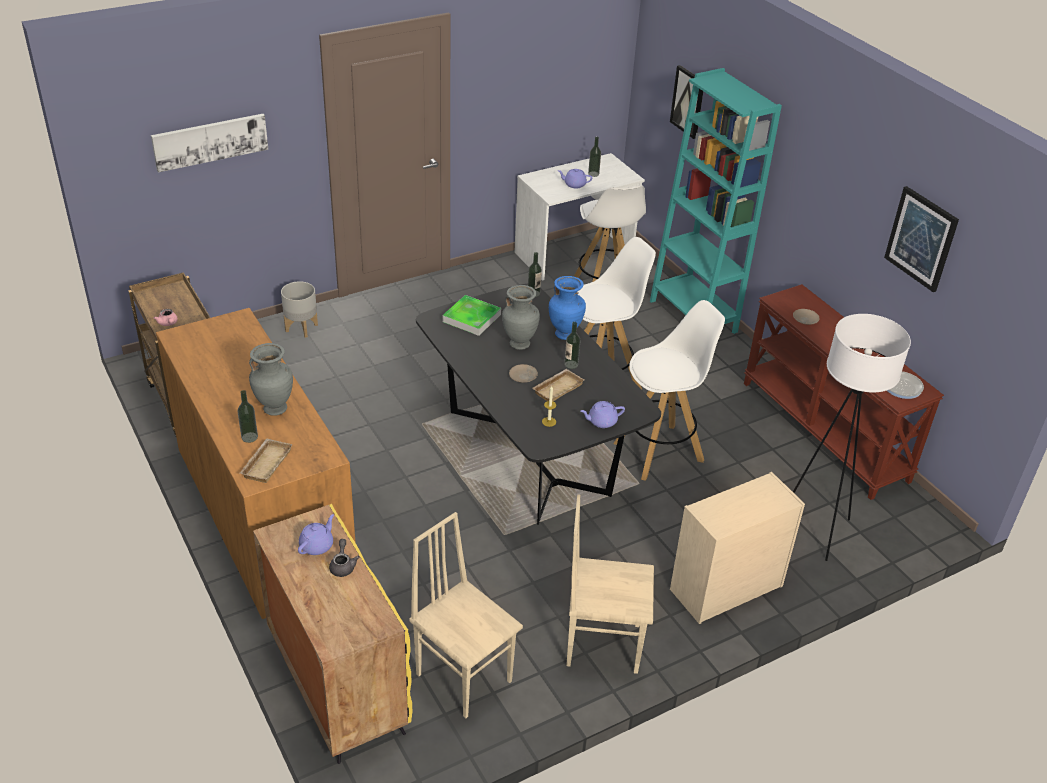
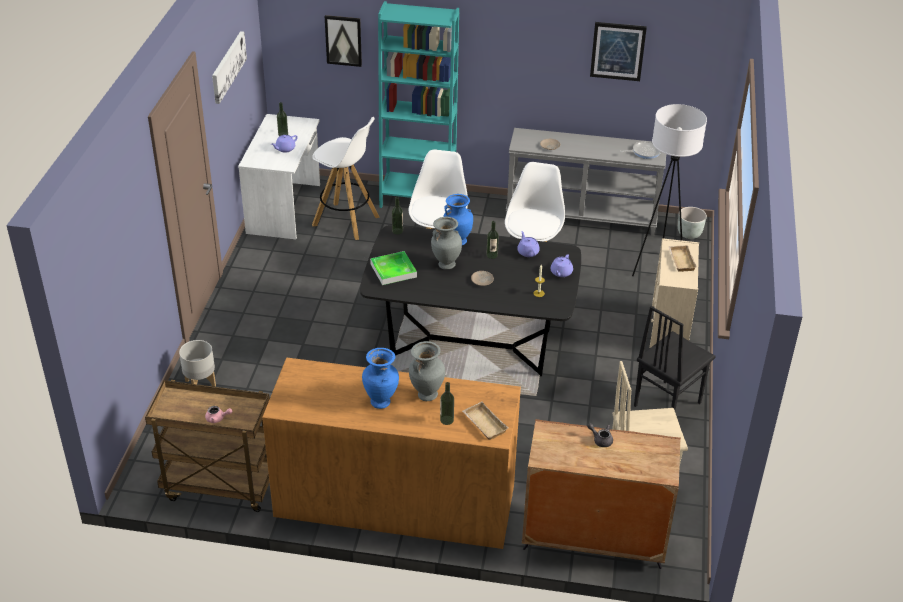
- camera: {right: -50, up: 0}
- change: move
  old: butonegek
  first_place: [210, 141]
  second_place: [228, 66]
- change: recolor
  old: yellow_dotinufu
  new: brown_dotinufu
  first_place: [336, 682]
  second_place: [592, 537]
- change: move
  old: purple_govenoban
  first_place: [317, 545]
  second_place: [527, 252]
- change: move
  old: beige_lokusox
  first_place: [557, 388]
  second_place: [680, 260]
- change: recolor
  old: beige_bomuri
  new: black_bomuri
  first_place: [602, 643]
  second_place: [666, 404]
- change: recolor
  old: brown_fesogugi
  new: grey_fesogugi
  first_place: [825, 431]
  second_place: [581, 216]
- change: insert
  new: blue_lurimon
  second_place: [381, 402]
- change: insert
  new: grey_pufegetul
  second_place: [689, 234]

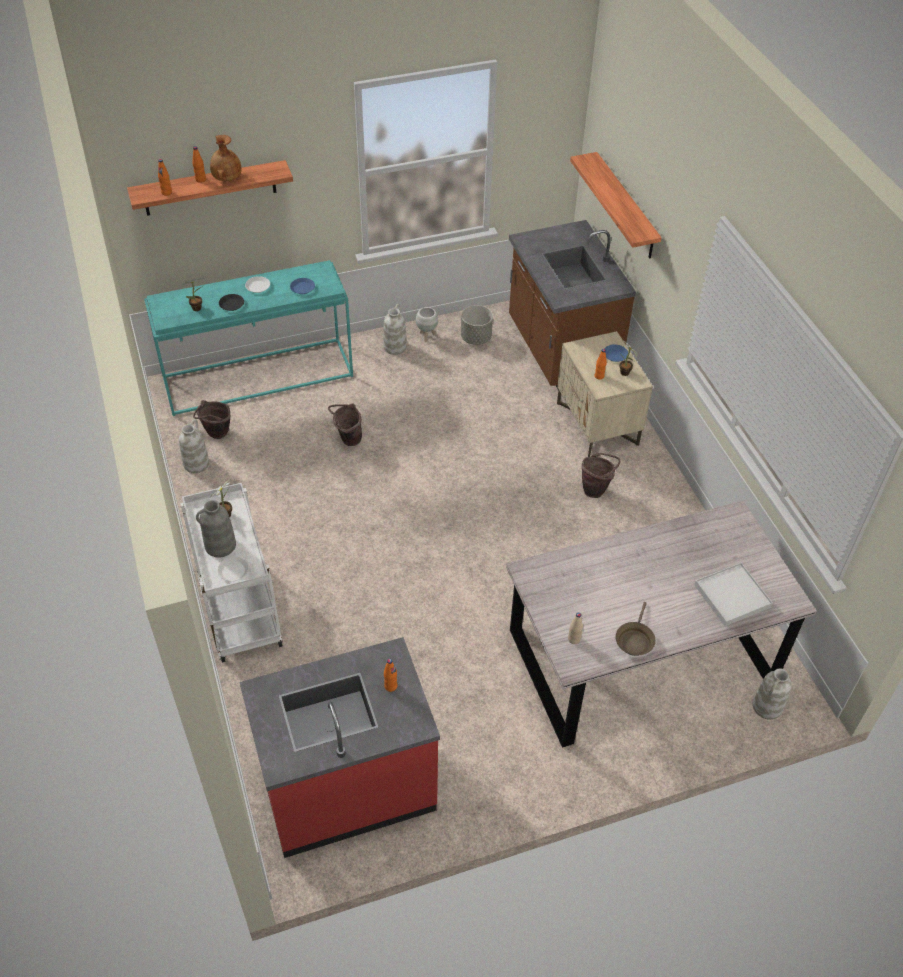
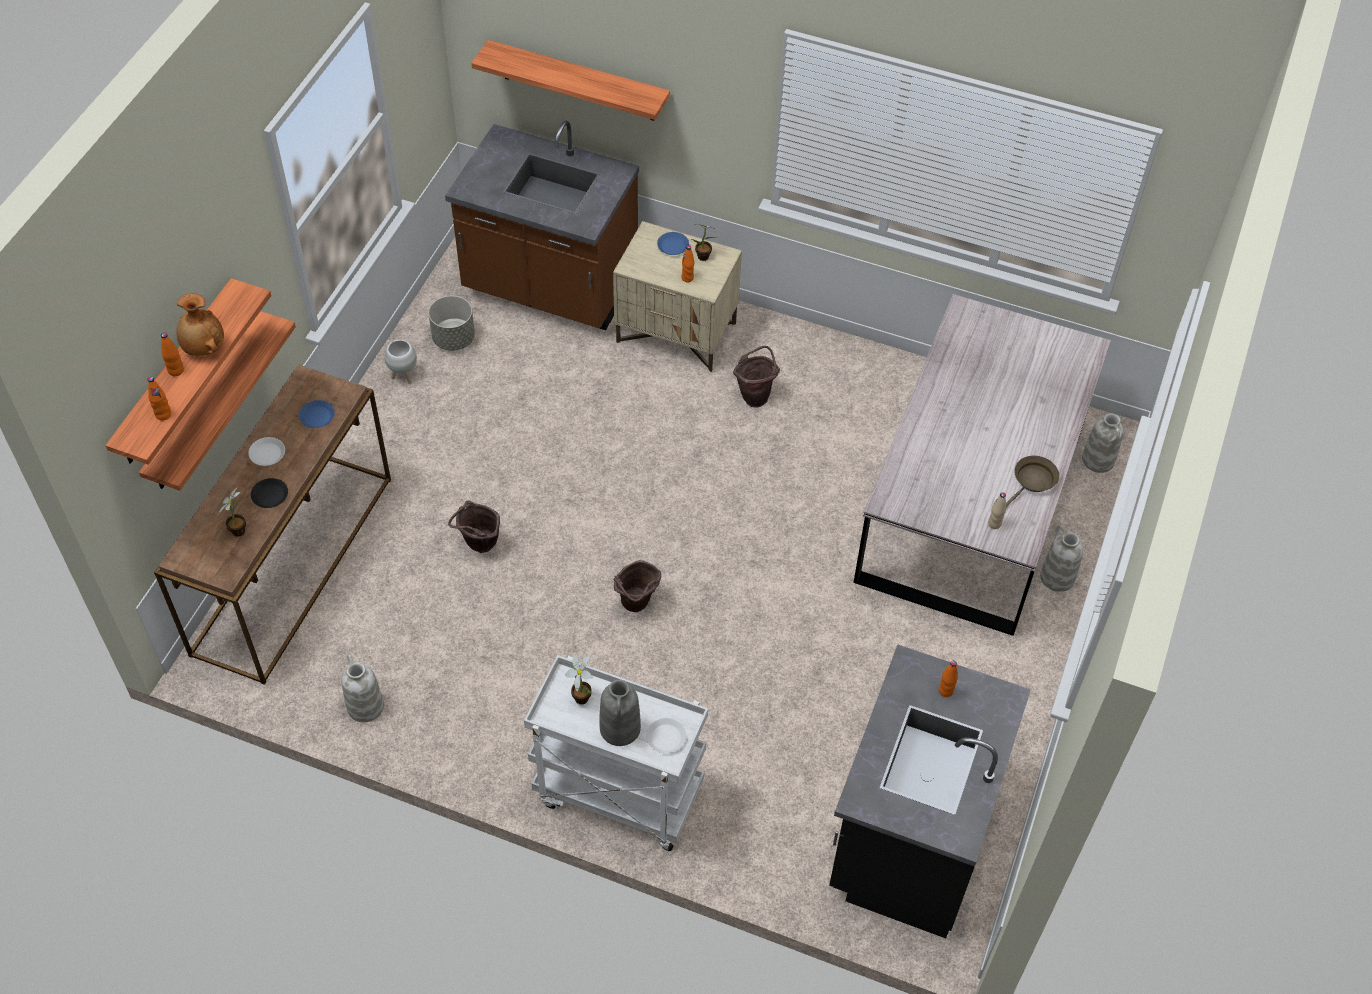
- camera: {right: -50, up: 5}
- change: recolor
  old: turquoise_fesogugi
  new: brown_fesogugi
  first_place: [259, 376]
  second_place: [293, 563]
- change: move
  old: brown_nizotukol
  first_place: [216, 435]
  second_place: [637, 606]
- change: recolor
  old: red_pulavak
  new: black_pulavak
  first_place: [347, 785]
  second_place: [911, 834]
- change: move
  old: white_lurimon
  first_place: [395, 347]
  second_place: [1056, 577]
- change: rotate
  old: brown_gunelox
  first_place: [634, 639]
  second_place: [1032, 481]
  degrees: -105
- change: delete
  old: white_lokusox
  first_place: [732, 596]
- change: insert
  new: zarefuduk
  second_place: [204, 403]

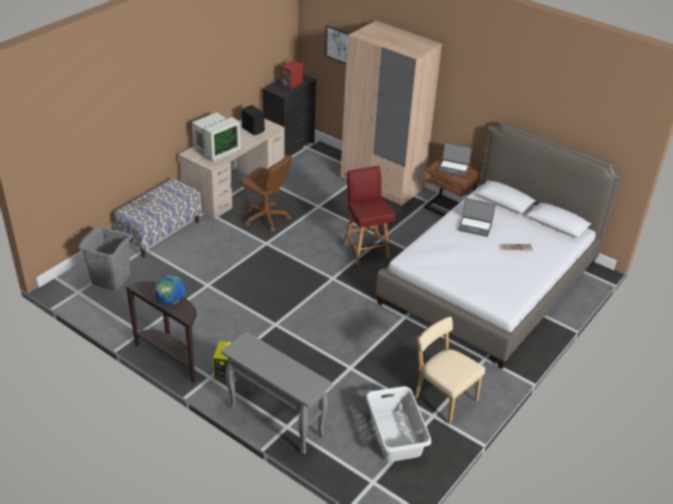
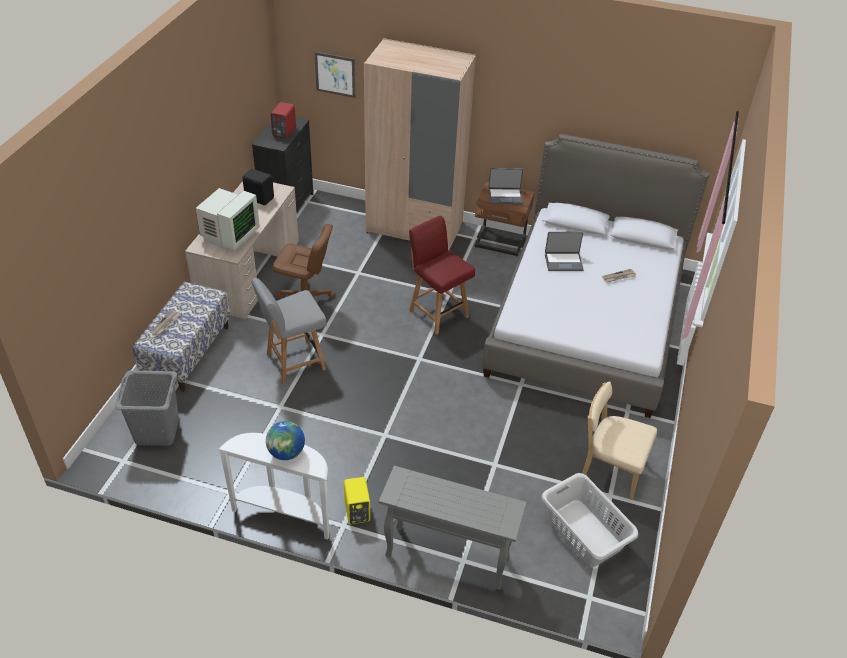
- camera: {right: -20, up: 5}
- change: recolor
  old: brown_fesogugi
  new: white_fesogugi
  first_place: [171, 357]
  second_place: [285, 514]
- change: insert
  new: grey_bomuri
  second_place: [294, 362]

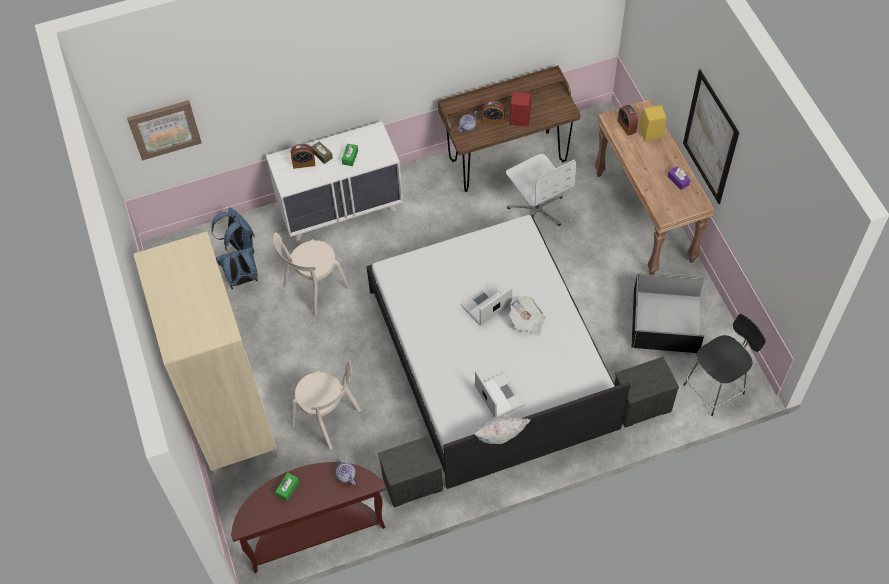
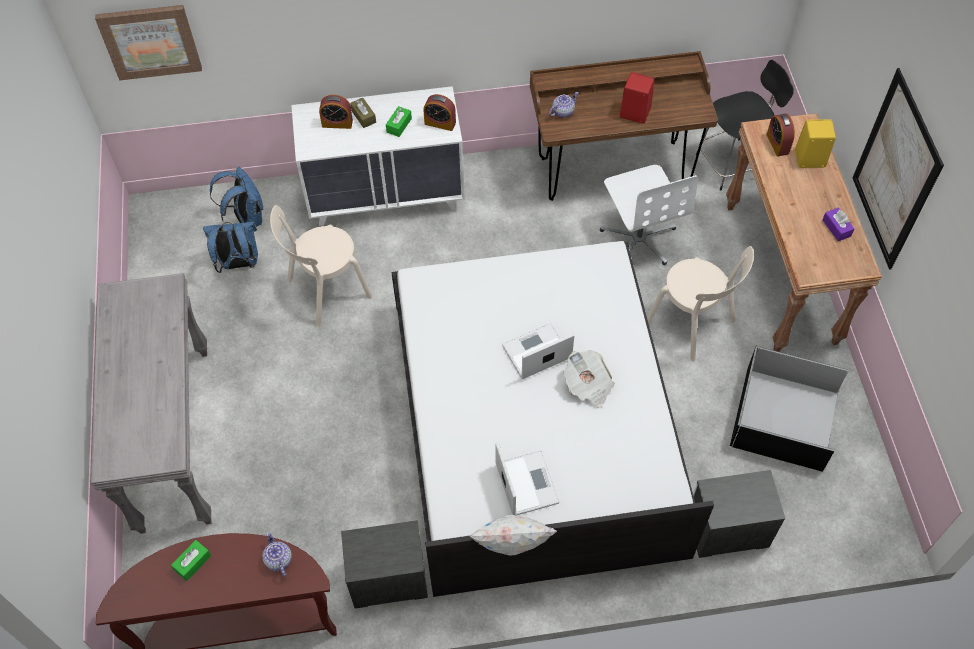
- camera: {right: 10, up: 0}
- change: replace
  old: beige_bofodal
  new: grey_fesogugi
  first_place: [230, 416]
  second_place: [173, 438]
- change: move
  old: beige_bomuri
  first_place: [329, 419]
  second_place: [693, 325]
- change: move
  old: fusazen
  first_place: [493, 120]
  second_place: [440, 123]
- change: move
  old: black_bomuri
  first_place: [715, 388]
  second_place: [732, 163]

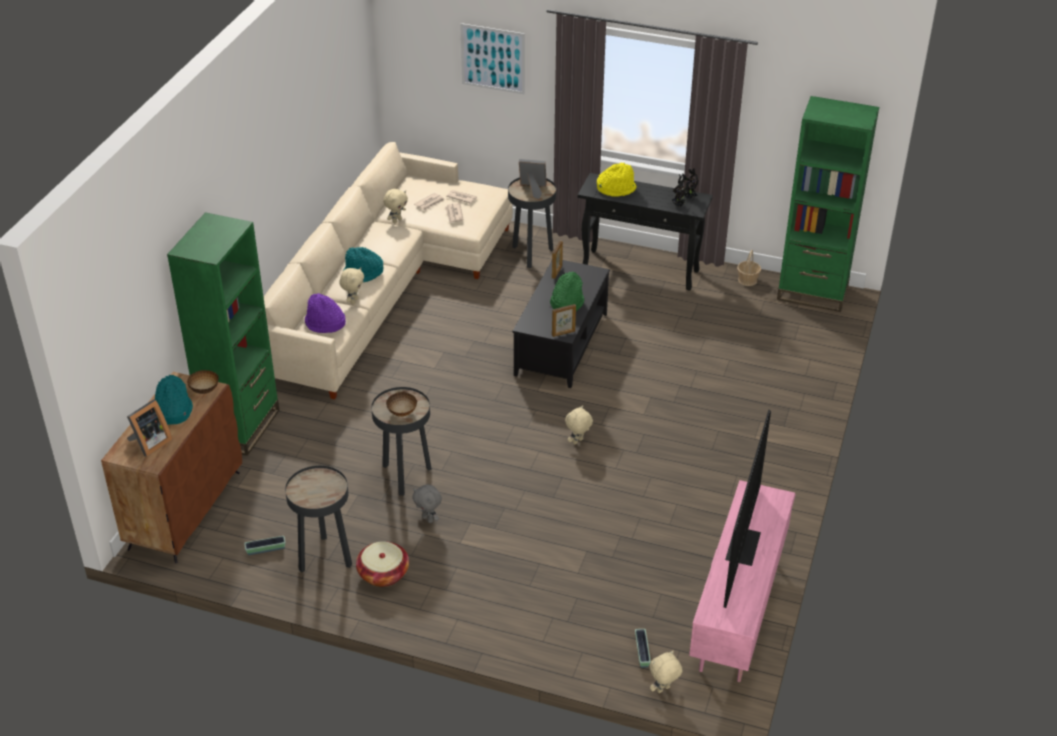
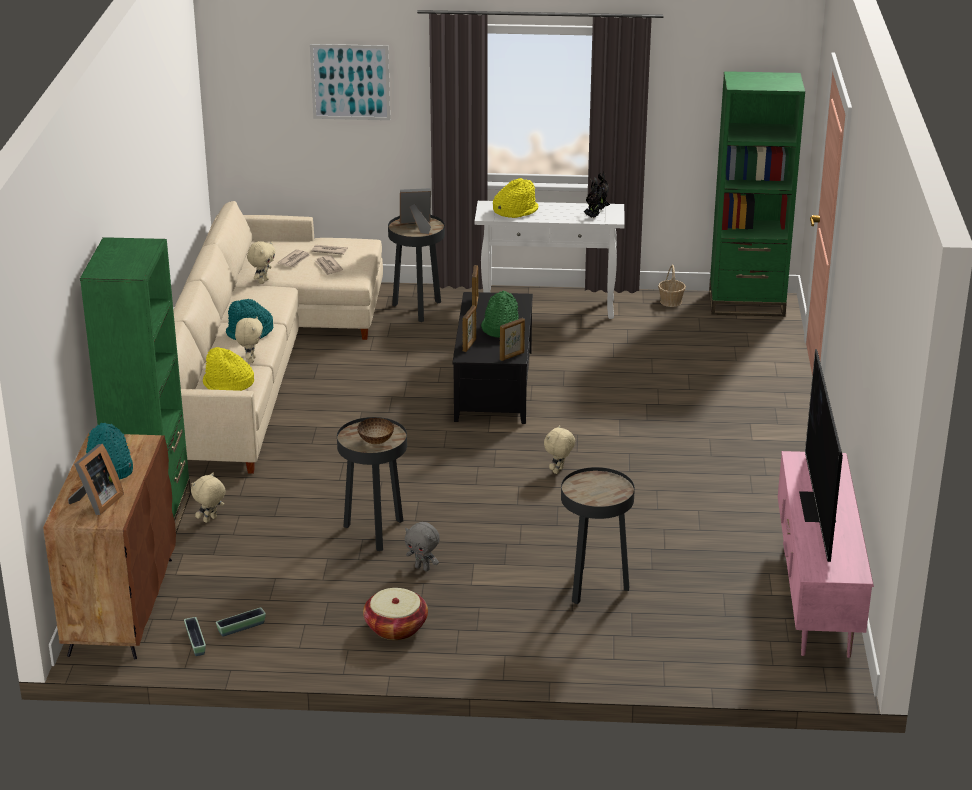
- camera: {right: -15, up: -10}
- change: delete
  old: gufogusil
  first_place: [205, 390]
- change: move
  old: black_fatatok
  first_place: [324, 558]
  second_place: [594, 588]
- change: recolor
  old: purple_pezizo
  new: yellow_pezizo
  first_place: [325, 324]
  second_place: [228, 384]
- change: recolor
  old: black_fesogugi
  new: white_fesogugi
  first_place: [641, 270]
  second_place: [549, 307]
- change: move
  old: pufegetul
  first_place: [642, 652]
  second_place: [195, 642]
- change: move
  old: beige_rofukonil
  first_place: [663, 690]
  second_place: [210, 520]
- change: insert
  new: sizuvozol
  second_place: [469, 345]

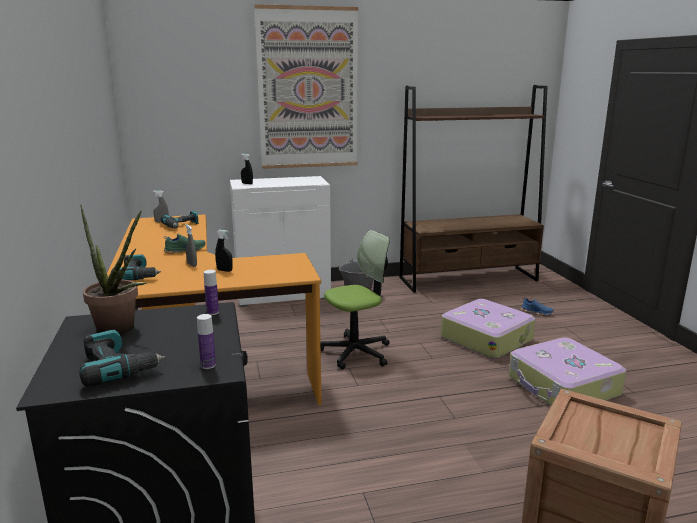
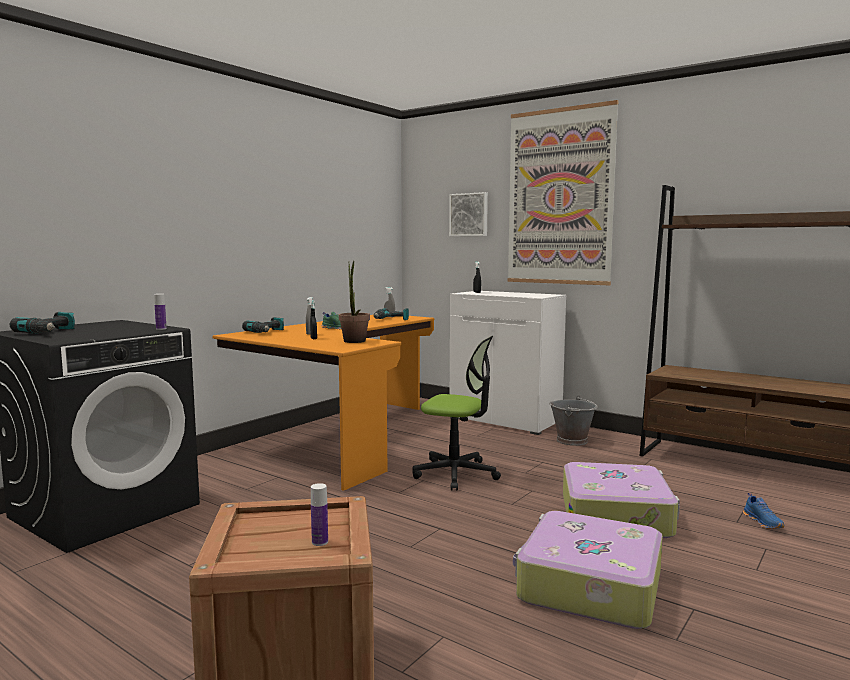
- camera: {right: 50, up: -10}
- change: move
  old: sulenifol
  first_place: [121, 330]
  second_place: [354, 342]
- change: move
  old: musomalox
  first_place: [208, 365]
  second_place: [320, 542]
- change: insert
  new: butonegek
  second_place: [469, 215]

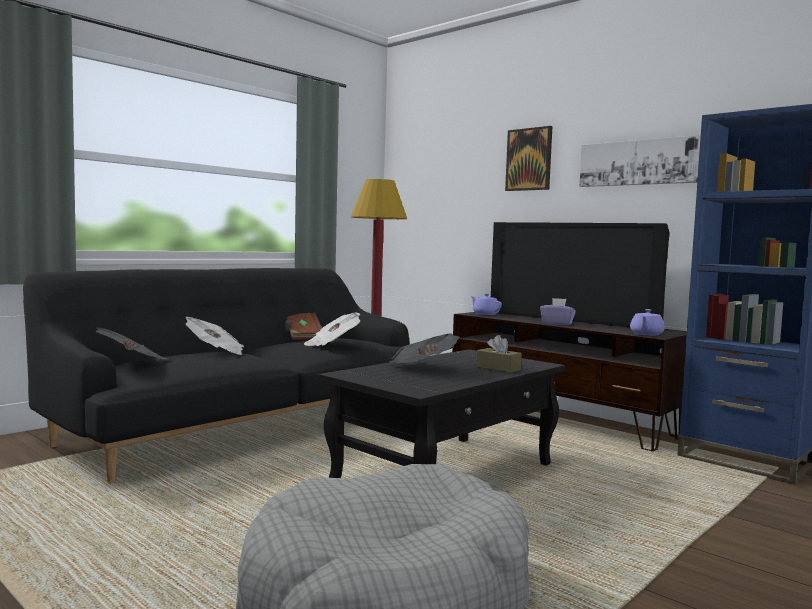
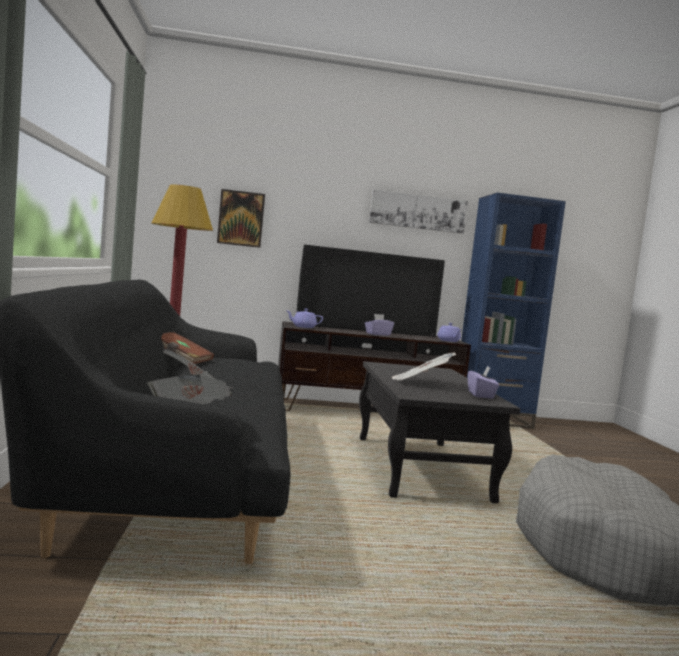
- camera: {right: -50, up: 0}
- change: delete
  old: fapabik
  first_place: [332, 344]
- change: delete
  old: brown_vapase
  first_place: [498, 368]
- change: move
  old: butonegek
  first_place: [529, 159]
  second_place: [241, 218]
- change: insert
  new: purple_vapase
  second_place: [481, 395]

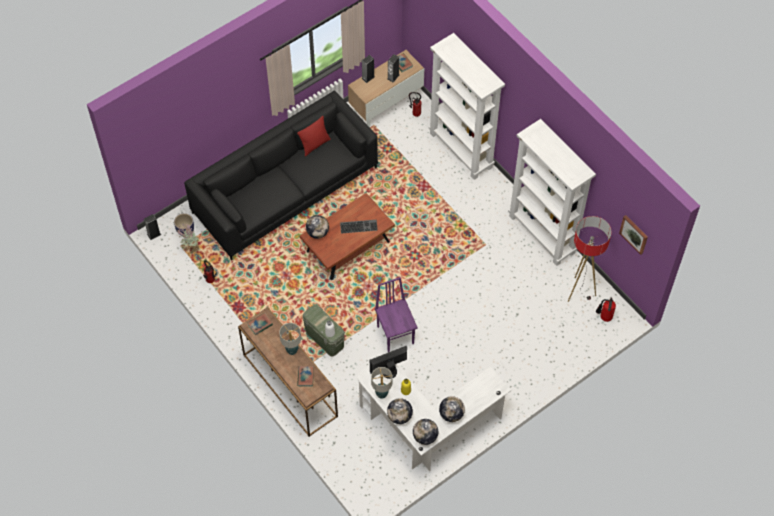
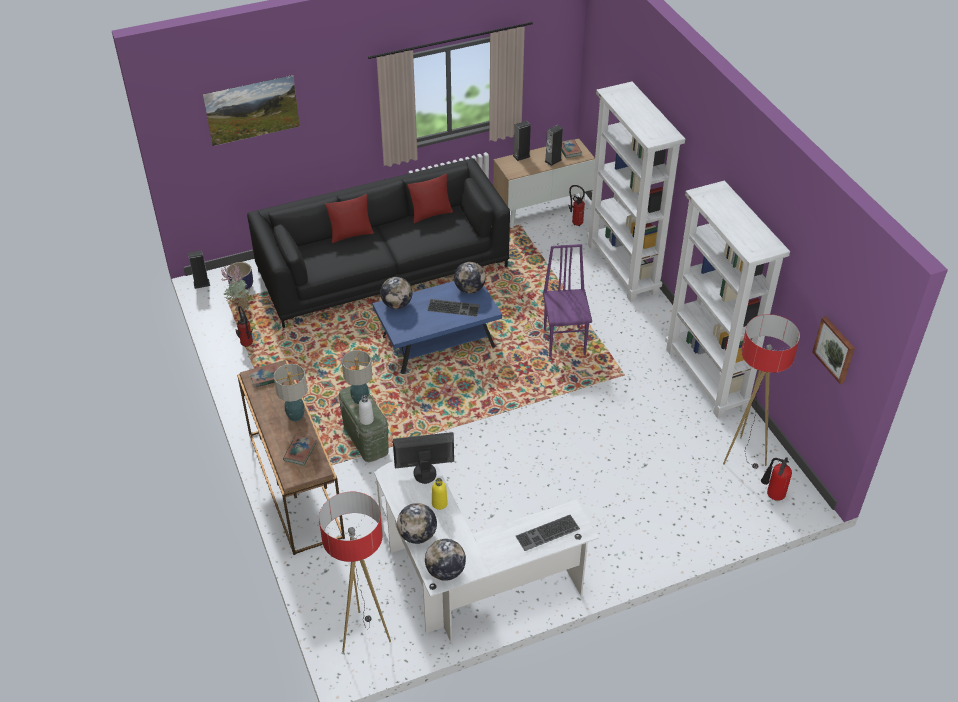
- camera: {right: 15, up: -15}
- change: recolor
  old: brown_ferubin
  new: blue_ferubin
  first_place: [348, 247]
  second_place: [438, 343]
- change: move
  old: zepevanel
  first_place: [381, 394]
  second_place: [360, 399]
- change: move
  old: purple_bomuri
  first_place: [396, 334]
  second_place: [565, 341]
- change: move
  old: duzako
  first_place: [451, 414]
  second_place: [469, 289]
- change: insert
  new: butonegek
  second_place: [254, 123]
- change: insert
  new: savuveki
  second_place: [364, 635]
- change: insert
  new: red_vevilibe
  second_place: [351, 234]
- change: insert
  new: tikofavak
  second_place: [547, 534]

